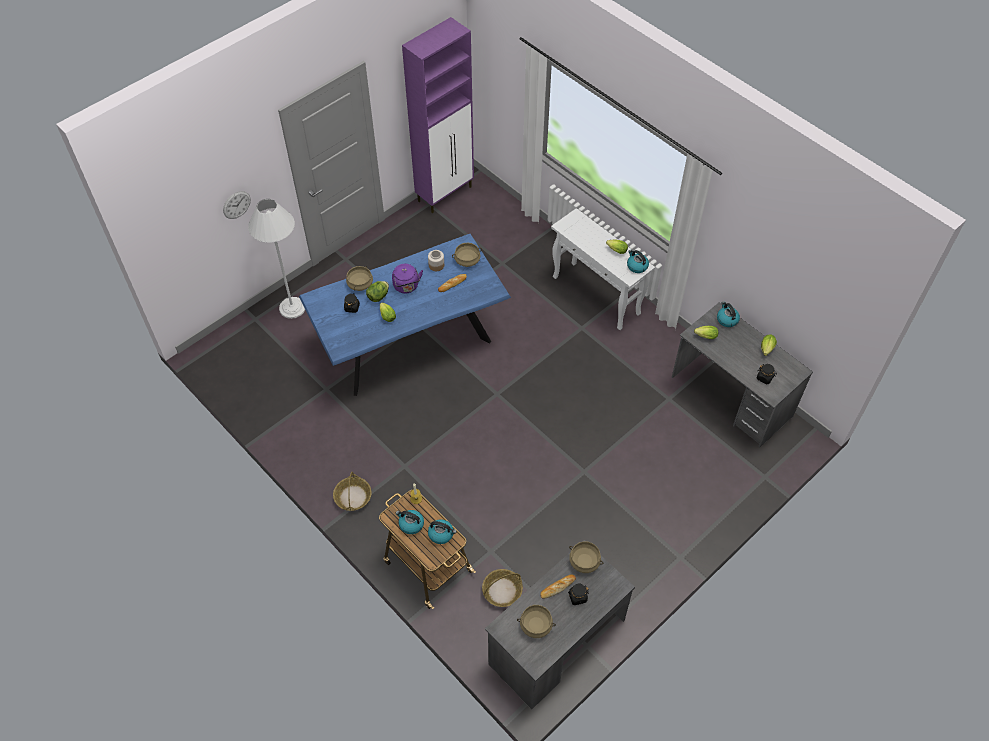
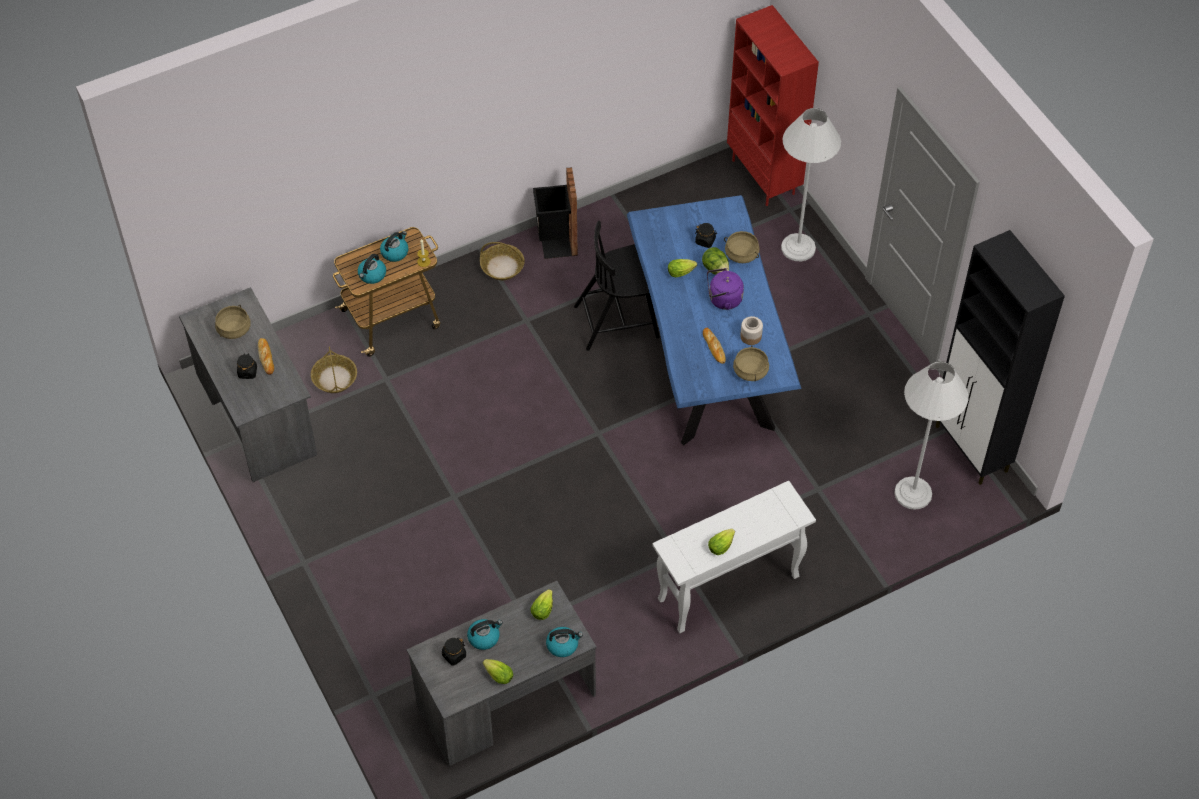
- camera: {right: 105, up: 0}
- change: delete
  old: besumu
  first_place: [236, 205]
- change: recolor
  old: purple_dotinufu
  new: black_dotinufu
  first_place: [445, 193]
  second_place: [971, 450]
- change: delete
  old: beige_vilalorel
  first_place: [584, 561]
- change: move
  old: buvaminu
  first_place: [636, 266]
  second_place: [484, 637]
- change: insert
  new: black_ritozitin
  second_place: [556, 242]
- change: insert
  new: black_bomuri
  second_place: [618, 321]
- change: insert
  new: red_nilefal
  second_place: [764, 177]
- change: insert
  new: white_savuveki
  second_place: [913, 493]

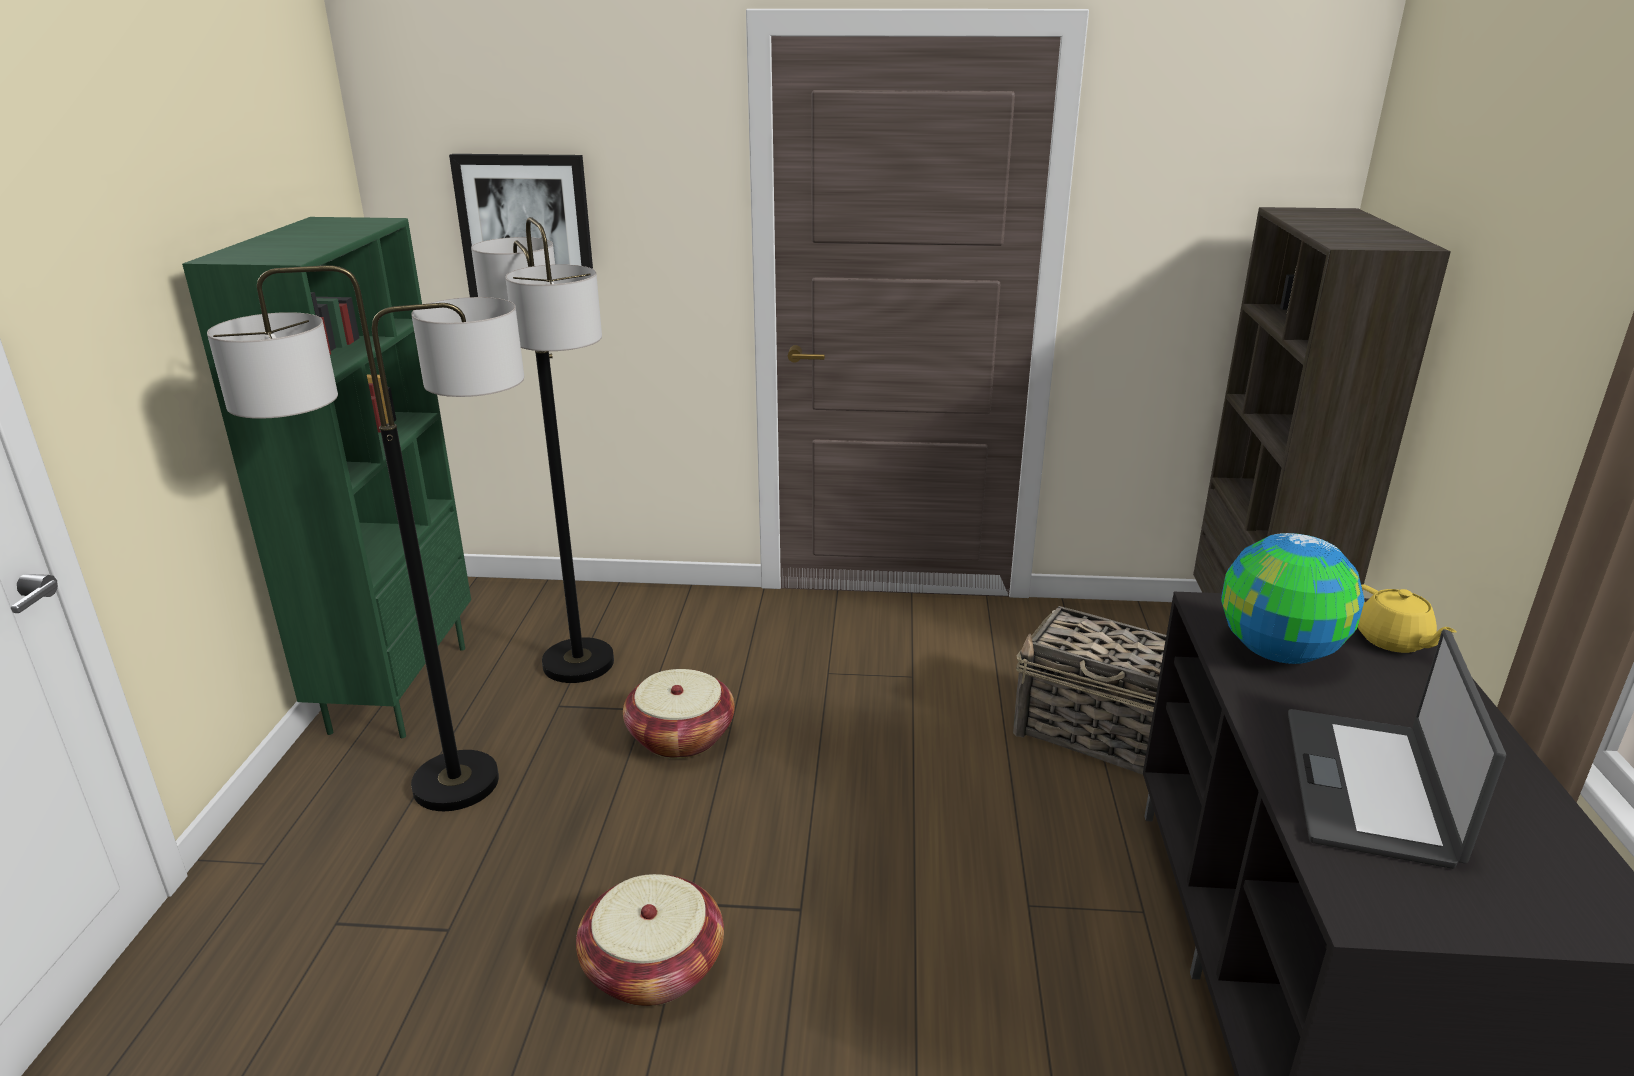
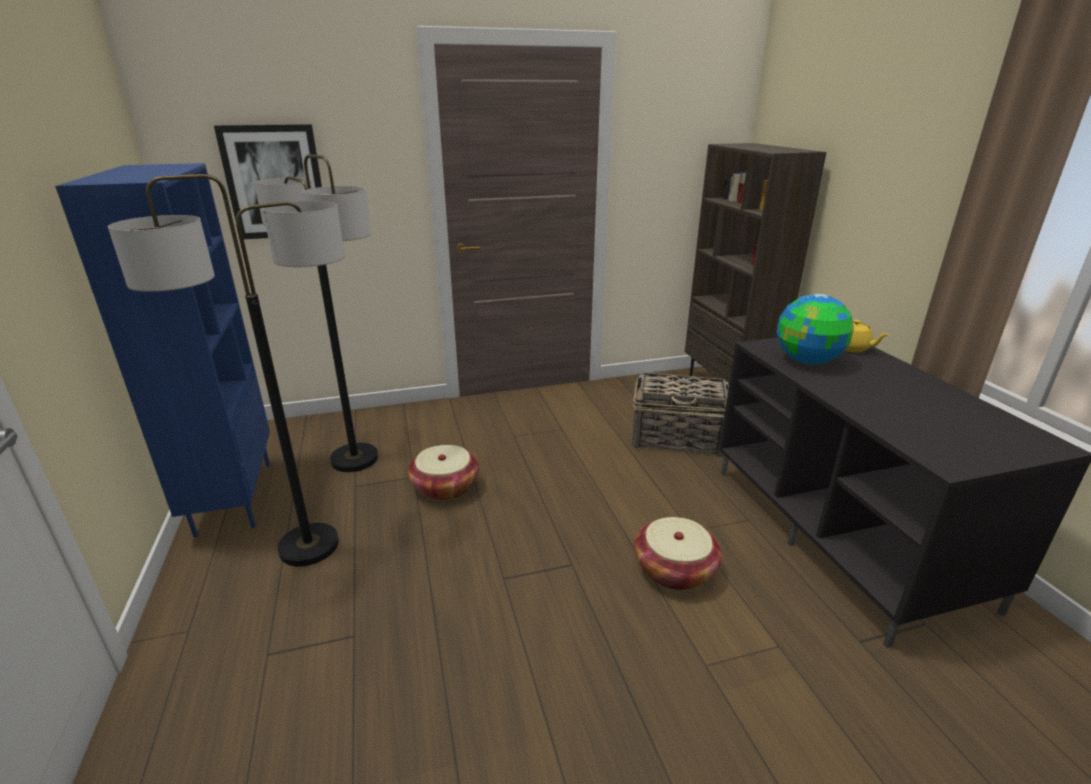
- camera: {right: -20, up: 0}
- change: recolor
  old: green_nilefal
  new: blue_nilefal
  first_place: [398, 687]
  second_place: [233, 497]
- change: move
  old: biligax
  first_place: [653, 967]
  second_place: [674, 570]
- change: delete
  old: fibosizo
  first_place: [1371, 786]

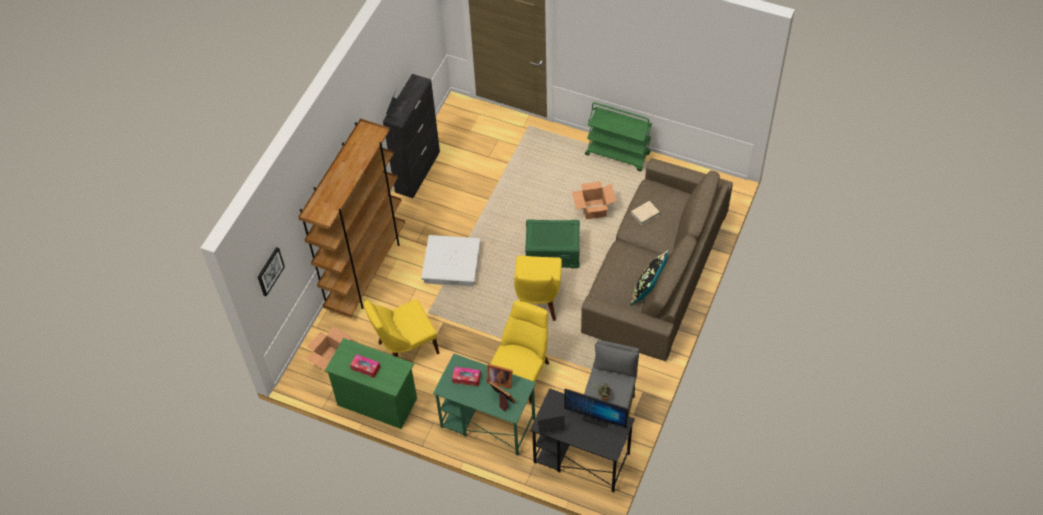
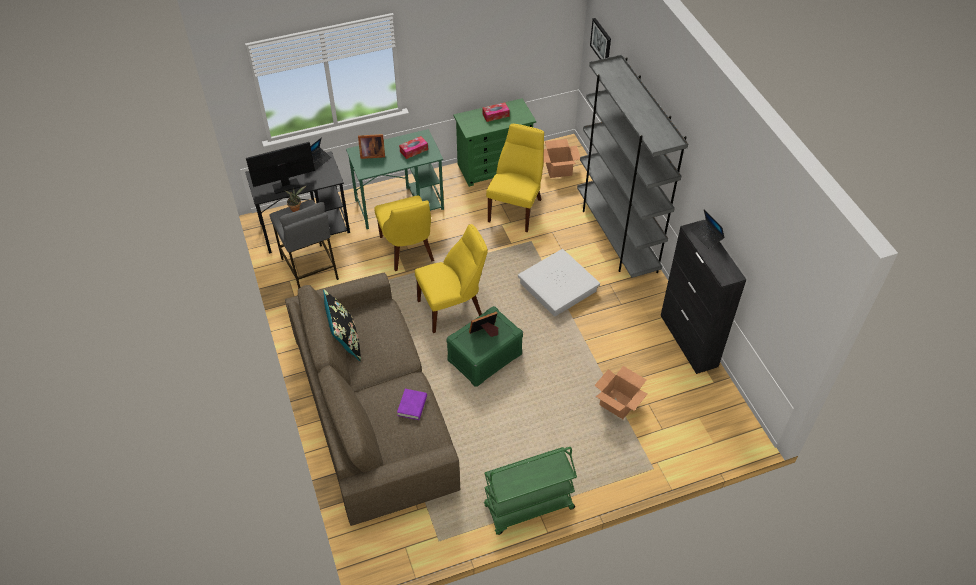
- camera: {right: 135, up: -5}
- change: recolor
  old: brown_nilefal
  new: grey_nilefal
  first_place: [366, 271]
  second_place: [617, 236]
- change: move
  old: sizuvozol
  first_place: [499, 380]
  second_place: [485, 332]
- change: rotate
  old: yellow_bomuri
  first_place: [537, 302]
  second_place: [453, 308]
  degrees: 105
- change: move
  old: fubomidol
  first_place: [594, 209]
  second_place: [617, 403]
- change: recolor
  old: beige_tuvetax
  new: purple_tuvetax
  first_place: [645, 214]
  second_place: [412, 406]

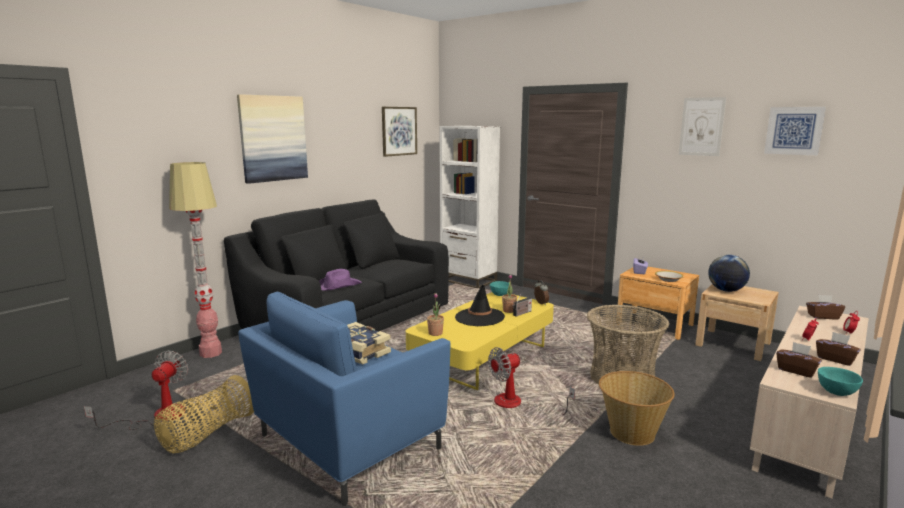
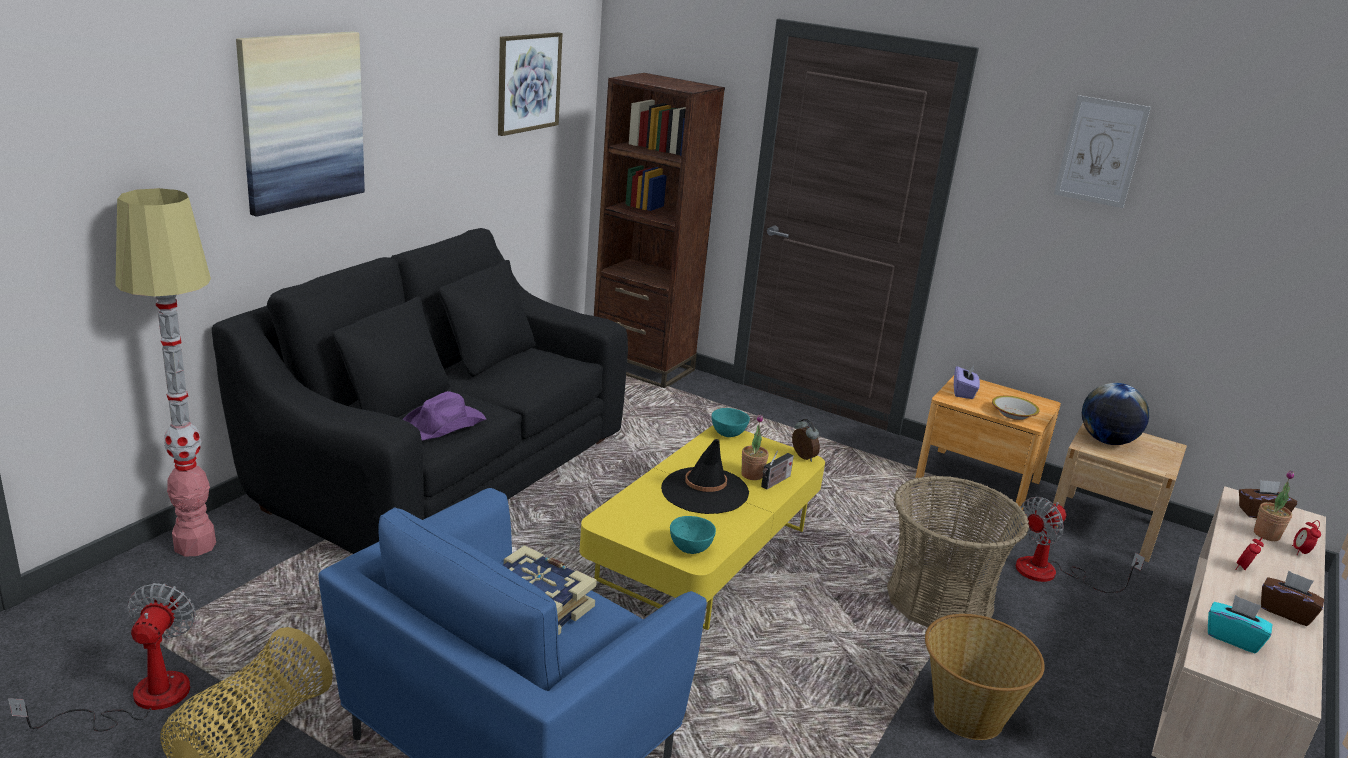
- camera: {right: -10, up: 10}
- change: move
  old: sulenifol
  first_place: [435, 333]
  second_place: [1266, 535]
- change: recolor
  old: white_nilefal
  new: brown_nilefal
  first_place: [468, 280]
  second_place: [642, 367]
- change: move
  old: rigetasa
  first_place: [518, 404]
  second_place: [1051, 573]
- change: delete
  old: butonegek
  first_place: [794, 130]
- change: recolor
  old: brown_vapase
  new: turquoise_vapase
  first_place: [796, 371]
  second_place: [1233, 638]
- change: move
  old: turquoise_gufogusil
  first_place: [836, 393]
  second_place: [690, 549]

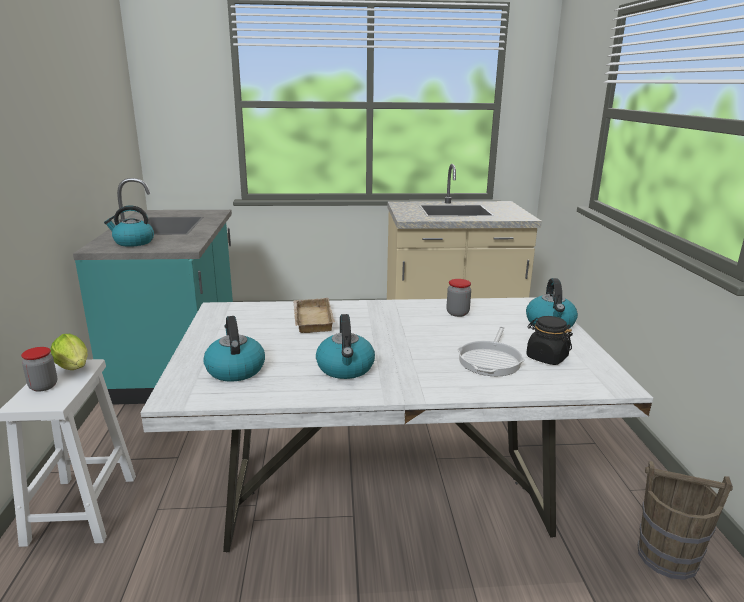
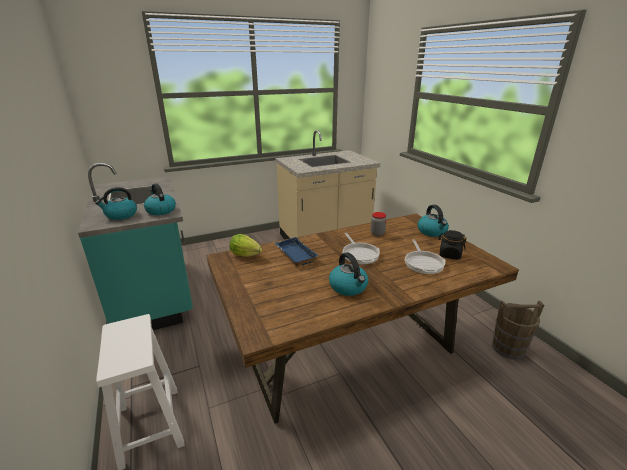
- camera: {right: -20, up: 5}
- change: delete
  old: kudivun
  first_place: [43, 386]
- change: move
  old: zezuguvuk
  first_place: [75, 368]
  second_place: [247, 255]
- change: recolor
  old: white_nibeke
  new: brown_nibeke
  first_place: [388, 496]
  second_place: [352, 354]
- change: move
  old: buvaminu
  first_place: [235, 369]
  second_place: [160, 210]
- change: recolor
  old: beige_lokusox
  new: blue_lokusox
  first_place: [311, 319]
  second_place: [294, 254]
- change: insert
  new: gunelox
  second_place: [359, 254]

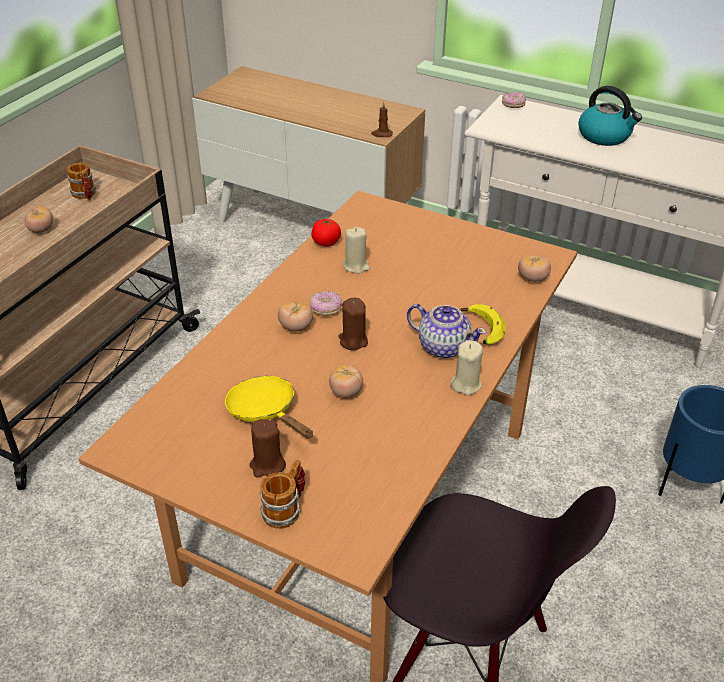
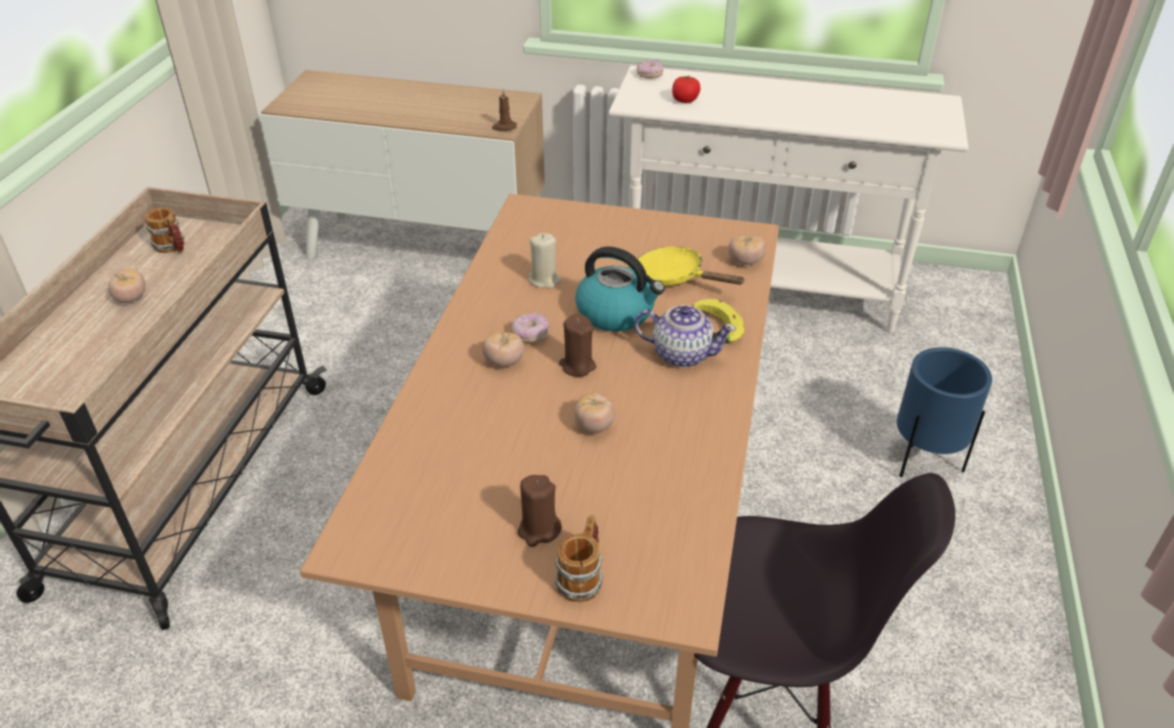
- camera: {right: -15, up: 0}
- change: move
  old: yellow_gunelox
  first_place: [266, 411]
  second_place: [675, 277]
- change: move
  old: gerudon
  first_place: [326, 242]
  second_place: [685, 100]
- change: delete
  old: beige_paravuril
  first_place: [465, 384]
- change: move
  old: buvaminu
  first_place: [605, 136]
  second_place: [616, 313]

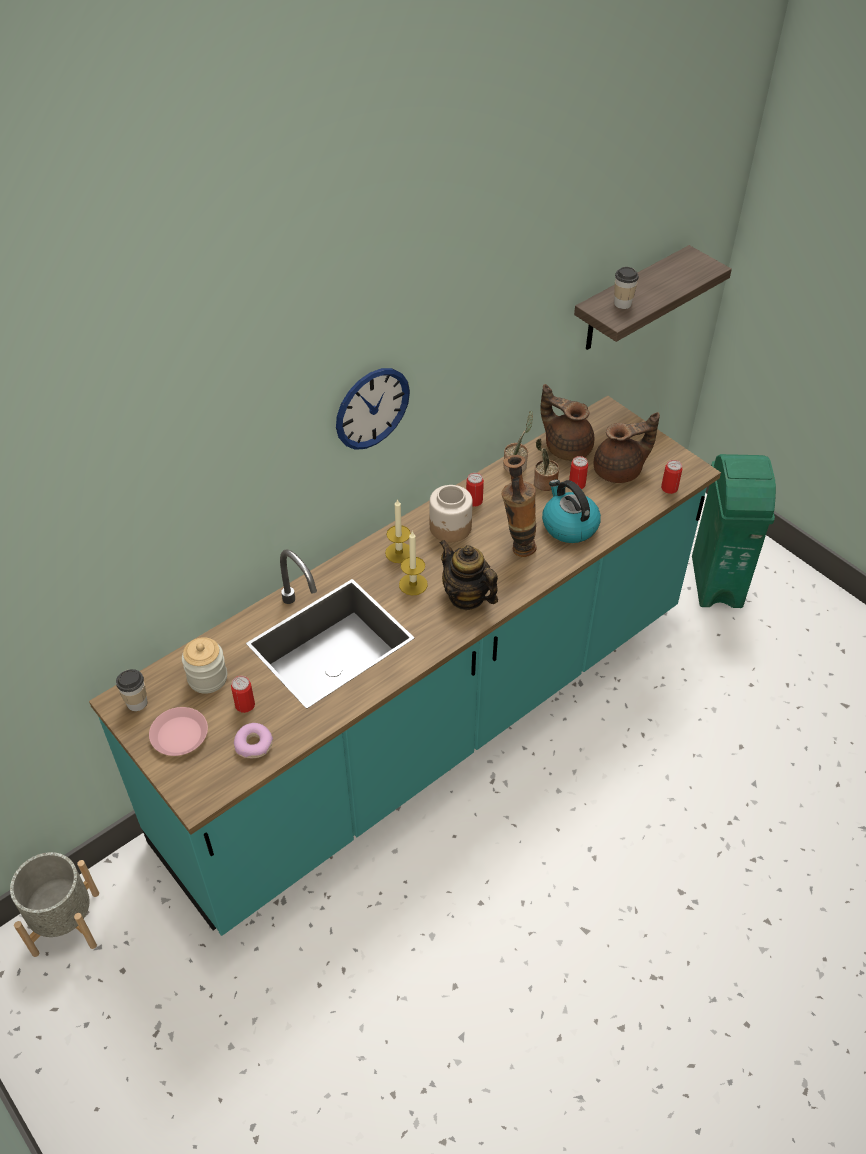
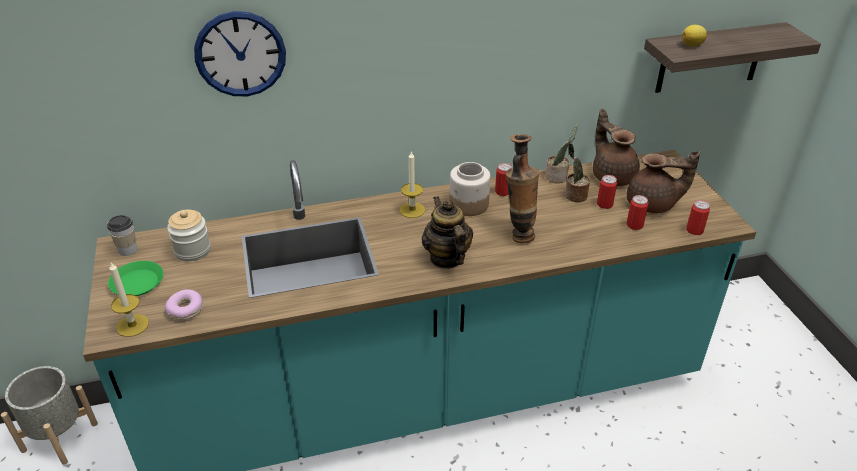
- camera: {right: 25, up: -10}
- change: recolor
  old: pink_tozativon
  new: green_tozativon
  first_place: [179, 735]
  second_place: [137, 282]
- change: move
  old: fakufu
  first_place: [245, 705]
  second_place: [634, 225]
- change: move
  old: besumu
  first_place: [372, 408]
  second_place: [240, 54]
- change: move
  old: paravuril
  first_place: [413, 584]
  second_place: [132, 325]
- change: delete
  old: buvaminu
  first_place: [568, 526]
- change: replace
  old: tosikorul
  new: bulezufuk
  first_place: [622, 303]
  second_place: [692, 45]
- change: delete
  old: green_ritozitin
  first_place: [716, 581]

